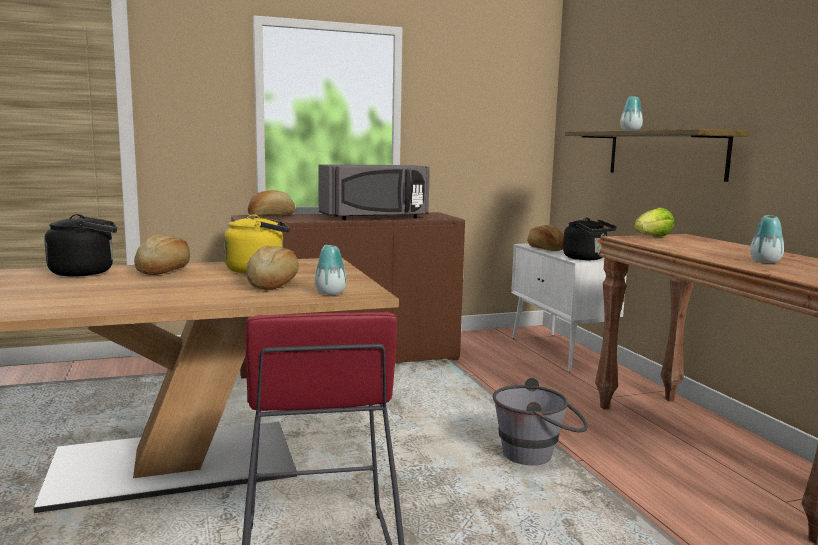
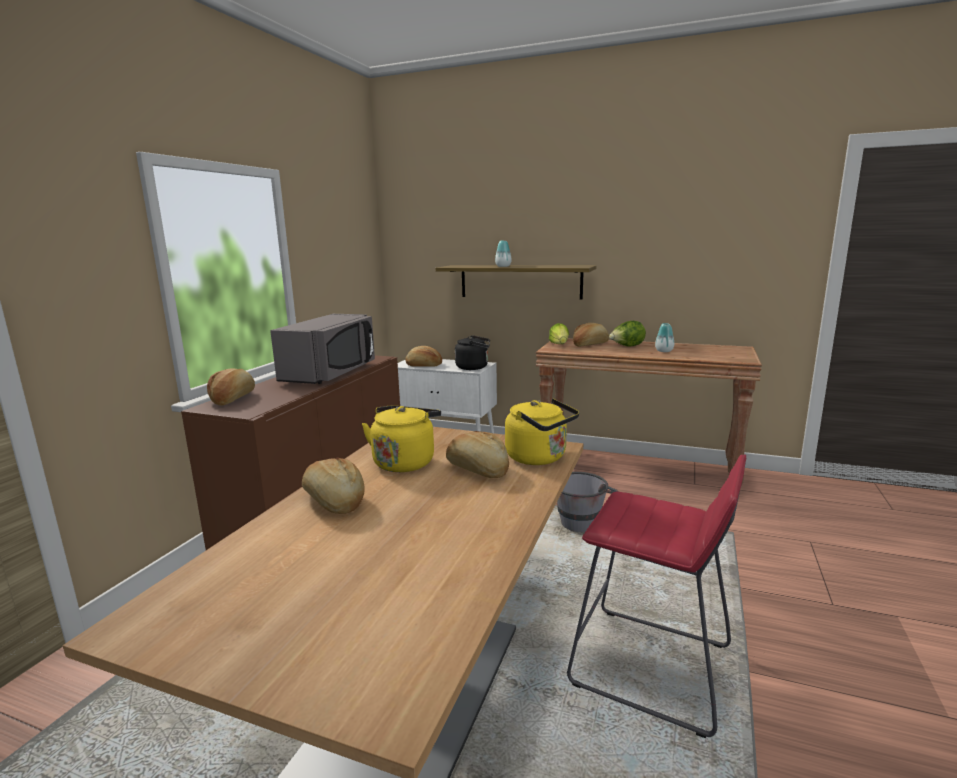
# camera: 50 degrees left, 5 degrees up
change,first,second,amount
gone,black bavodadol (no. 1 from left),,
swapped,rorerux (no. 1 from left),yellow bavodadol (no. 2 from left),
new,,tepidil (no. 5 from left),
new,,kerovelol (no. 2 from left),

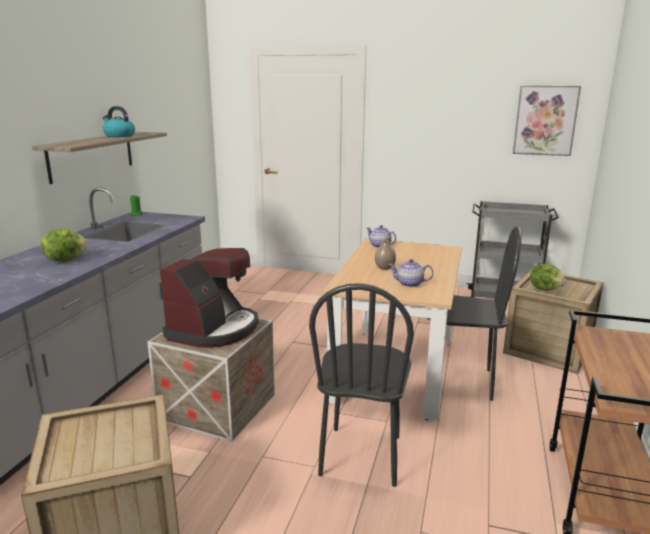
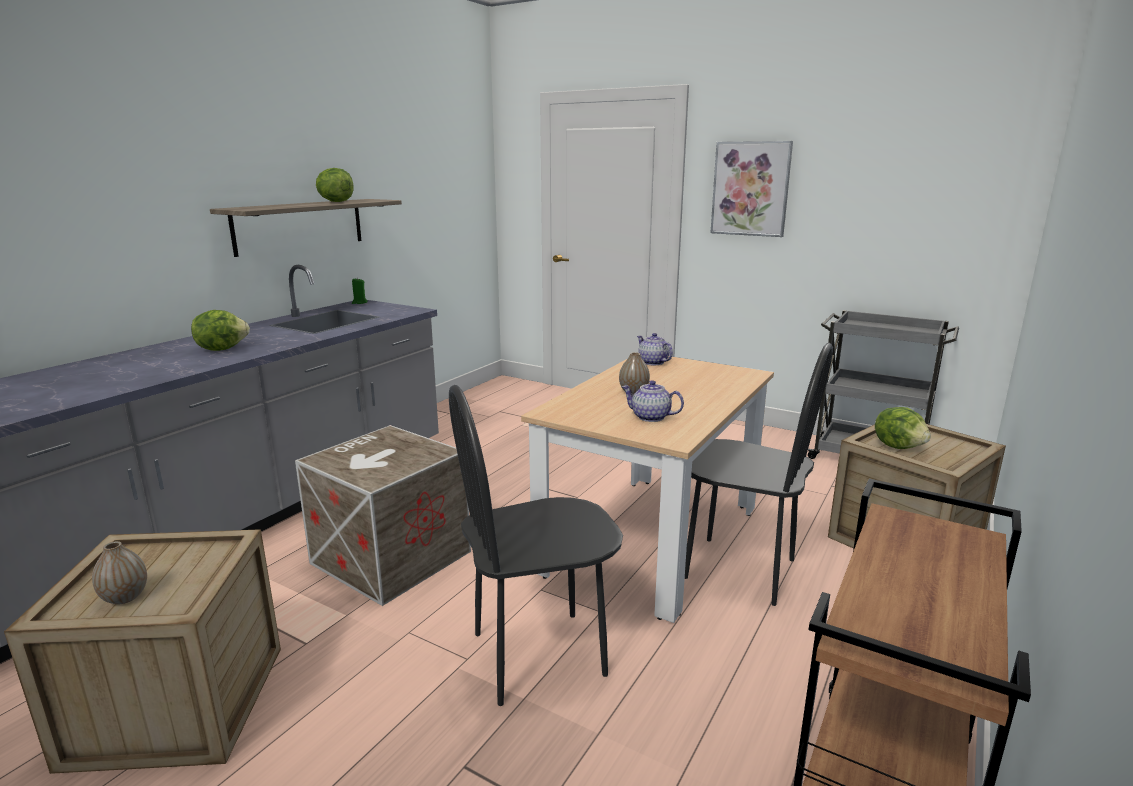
# camera: 15 degrees right, 0 degrees up
change,first,second,amount
swapped,bavodadol,kerovelol (no. 2 from left),
gone,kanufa,,
rotated,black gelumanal (no. 1 from left),,45 degrees clockwise
shifted,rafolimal,,
new,,rorerux (no. 1 from left),

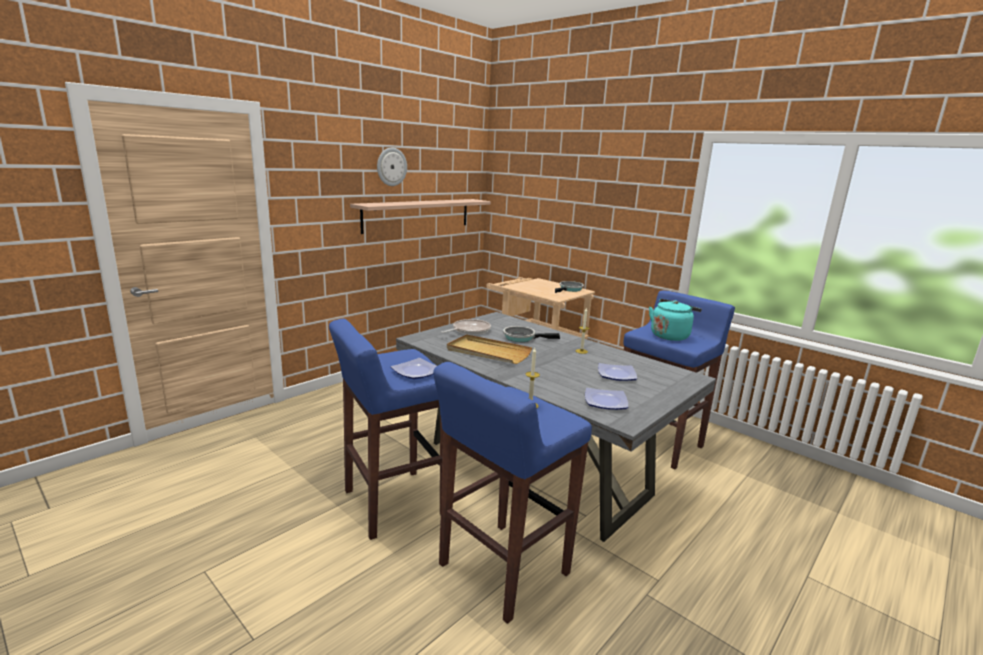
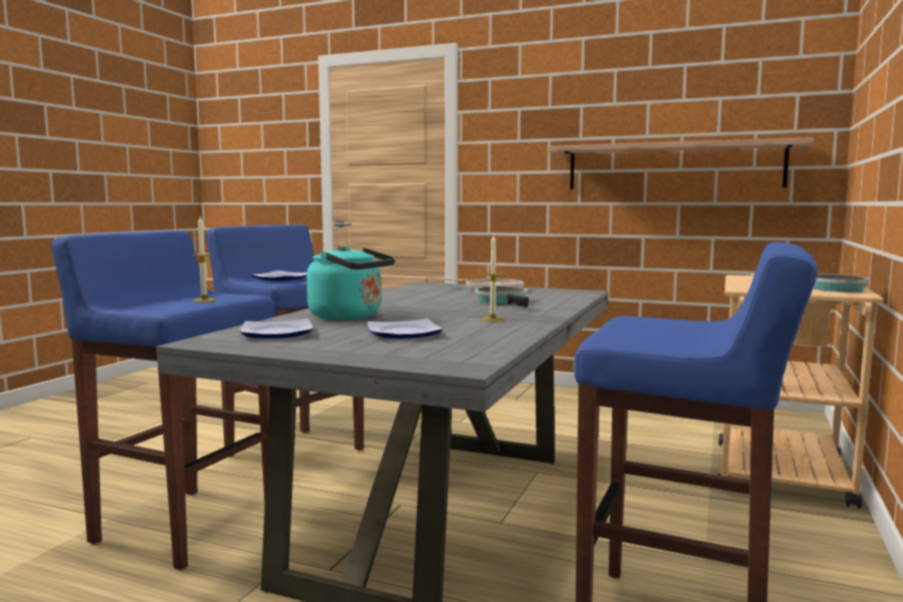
# camera: 70 degrees right, 10 degrees down
change,first,second,amount
gone,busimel,,
gone,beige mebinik,,
shifted,turquoise bavodadol,,

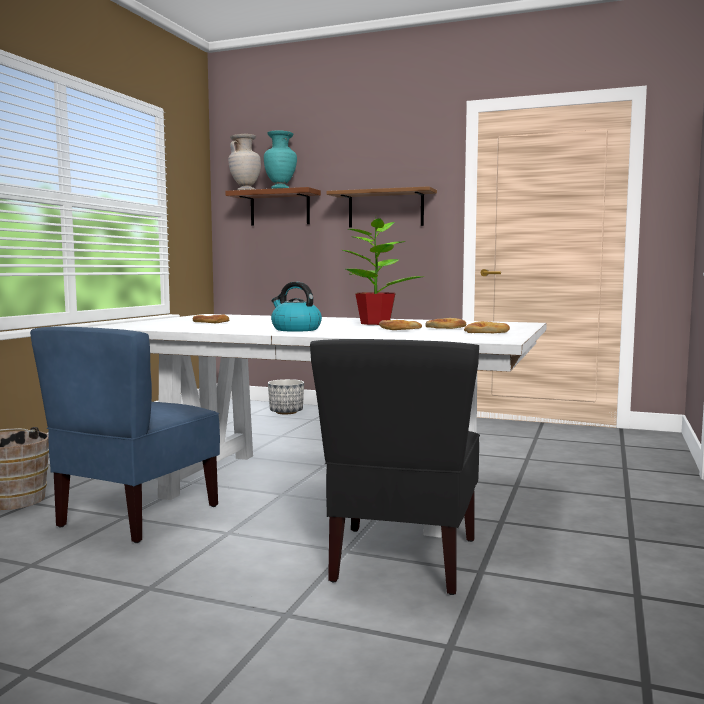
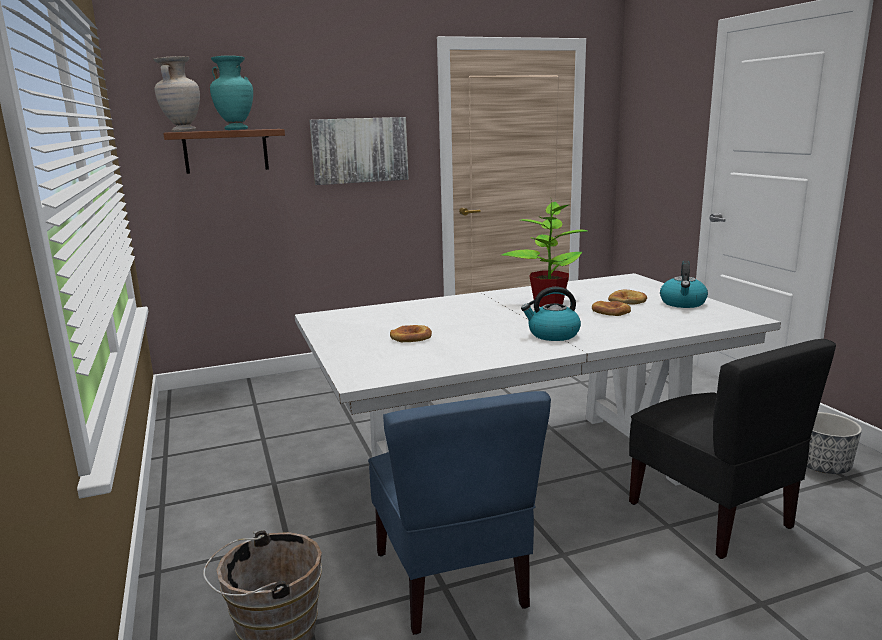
# camera: 40 degrees left, 10 degrees up
change,first,second,amount
shifted,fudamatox,,
swapped,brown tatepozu (no. 2 from left),rafolimal,
swapped,tepidil (no. 4 from left),bavodadol (no. 2 from left),

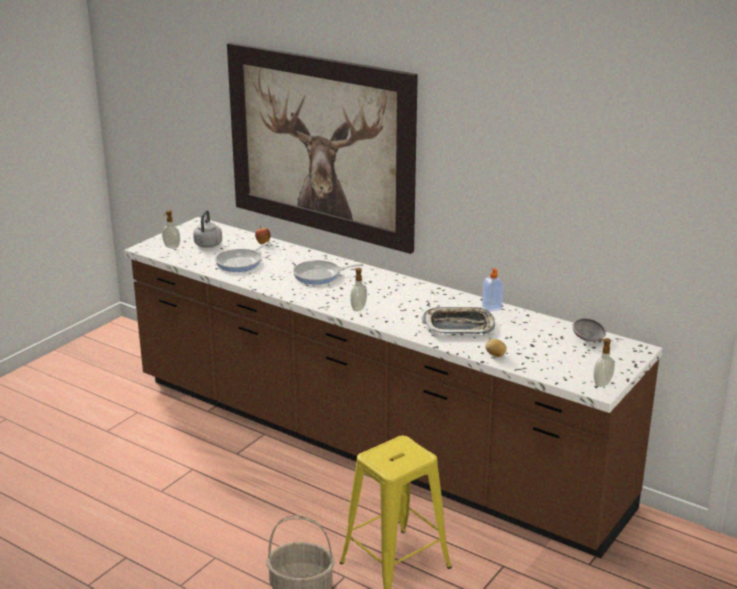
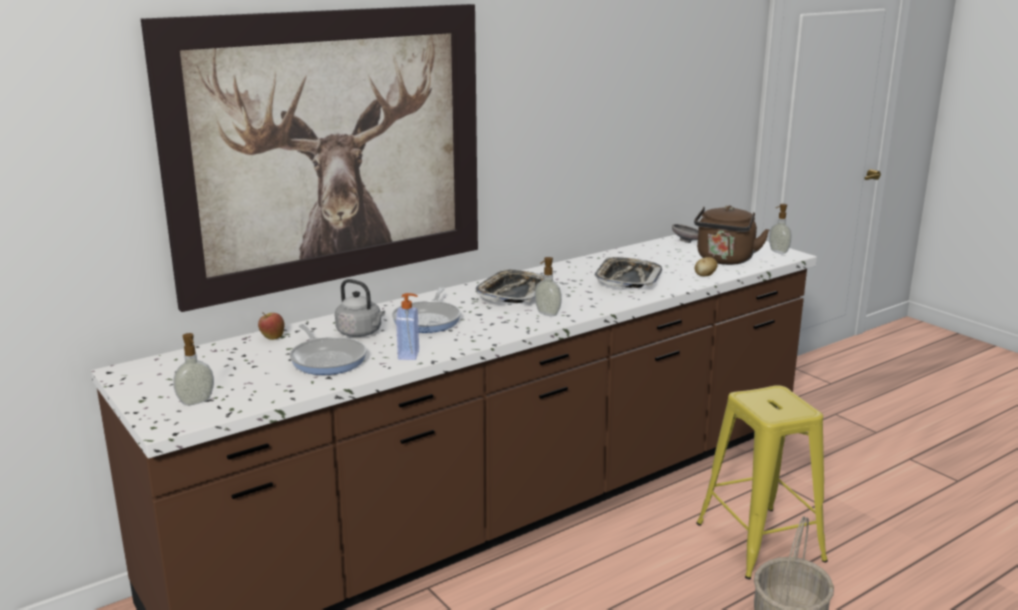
# camera: 70 degrees left, 5 degrees down
change,first,second,amount
shifted,grey bavodadol,,
shifted,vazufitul (no. 3 from left in the first image),vazufitul (no. 2 from left),
new,,mebinik (no. 1 from left),
new,,brown bavodadol,

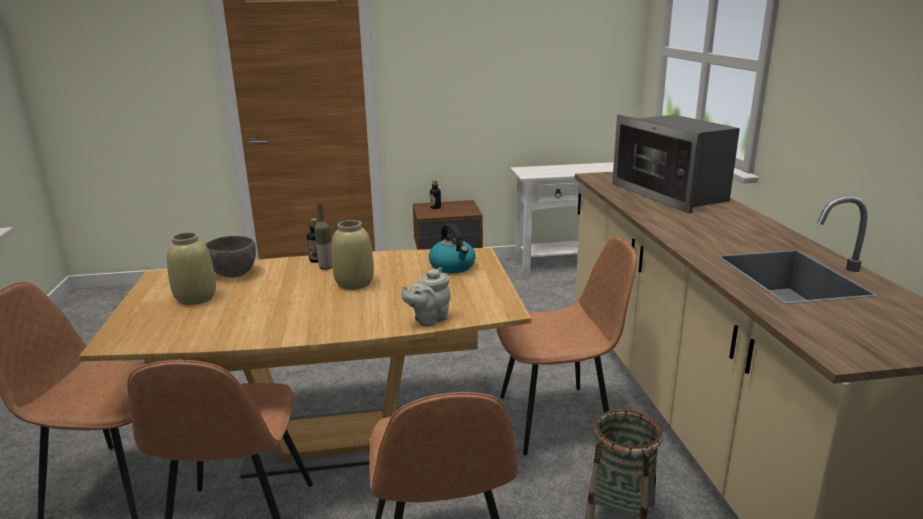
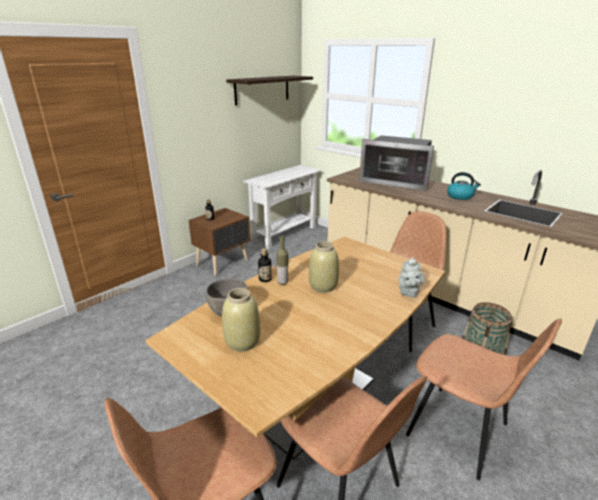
# camera: 40 degrees left, 5 degrees up
change,first,second,amount
shifted,bavodadol,,
new,,tatepozu,

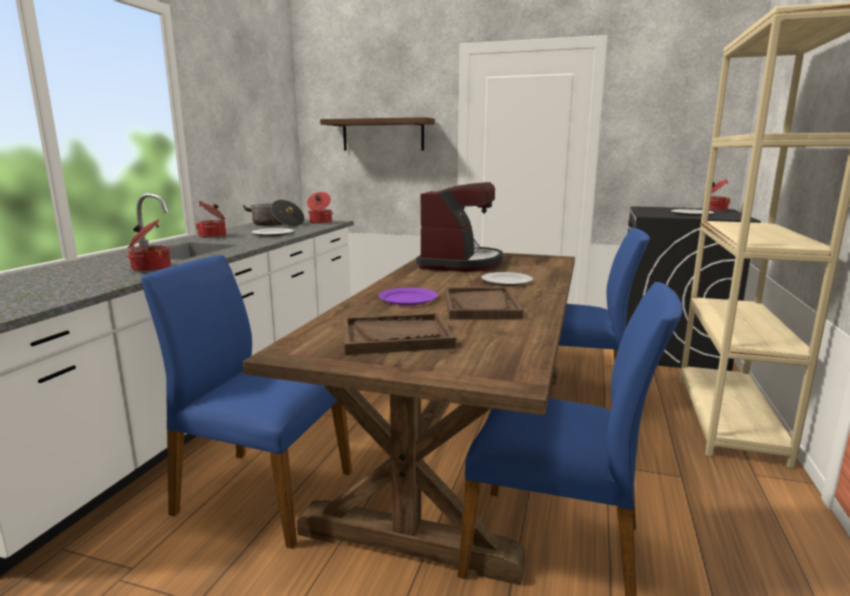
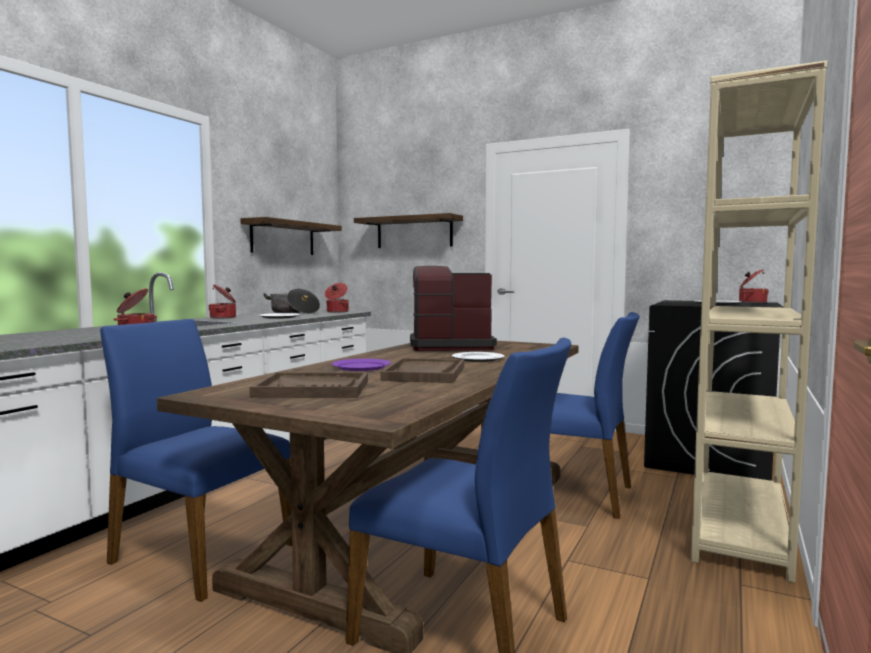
# camera: 10 degrees right, 10 degrees down
change,first,second,amount
rotated,kanufa,,120 degrees counterclockwise
new,,tatepozu (no. 1 from left),

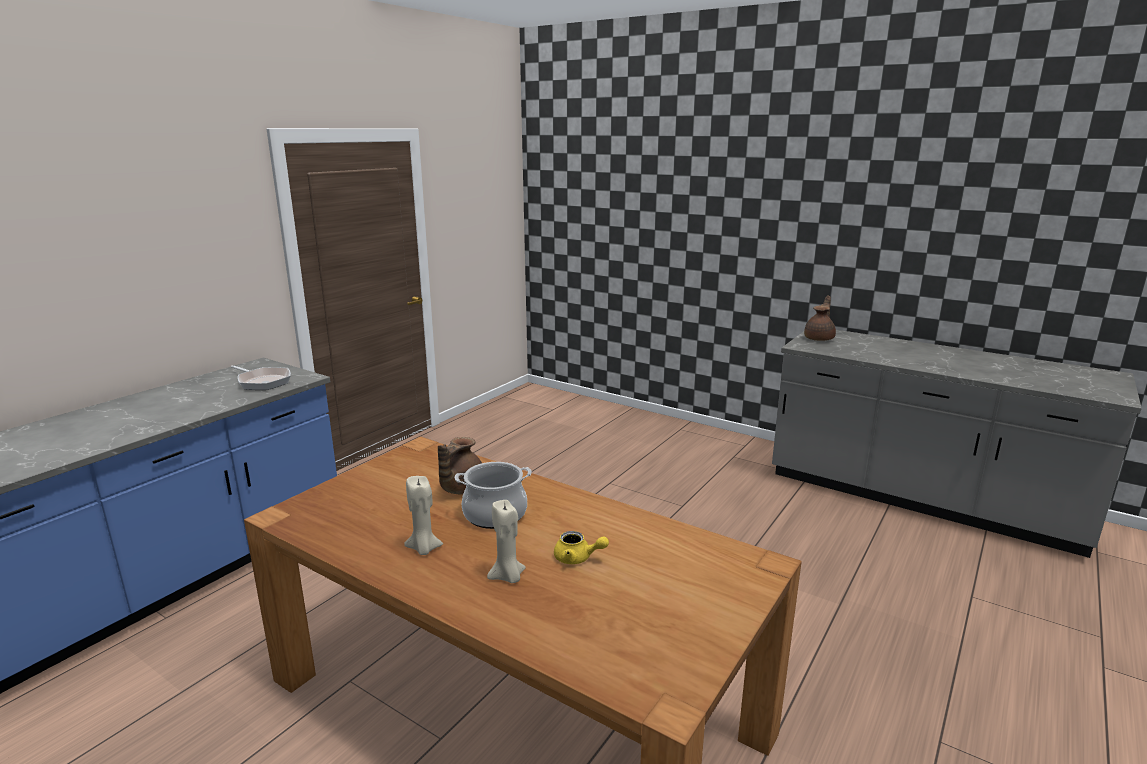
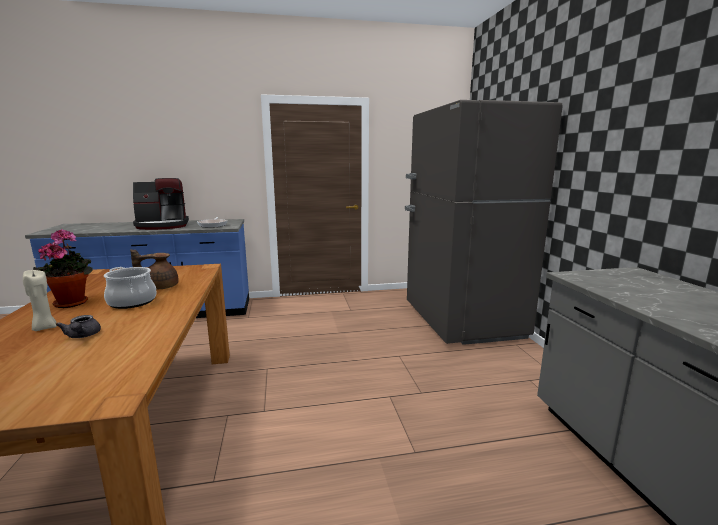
# camera: 45 degrees right, 5 degrees down
change,first,second,amount
swapped,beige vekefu (no. 1 from left),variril,
repainted,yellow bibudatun,grey bibudatun,
gone,brown bibudatun (no. 2 from left),,
new,,kanufa,
new,,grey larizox,

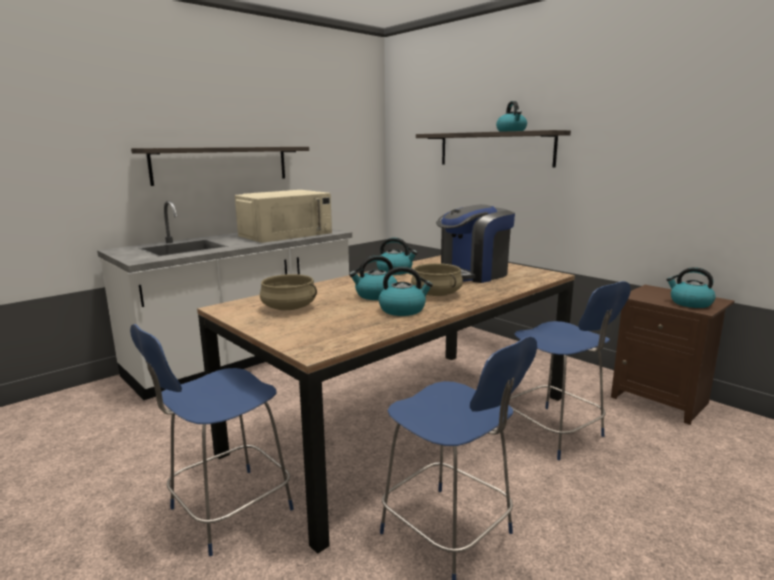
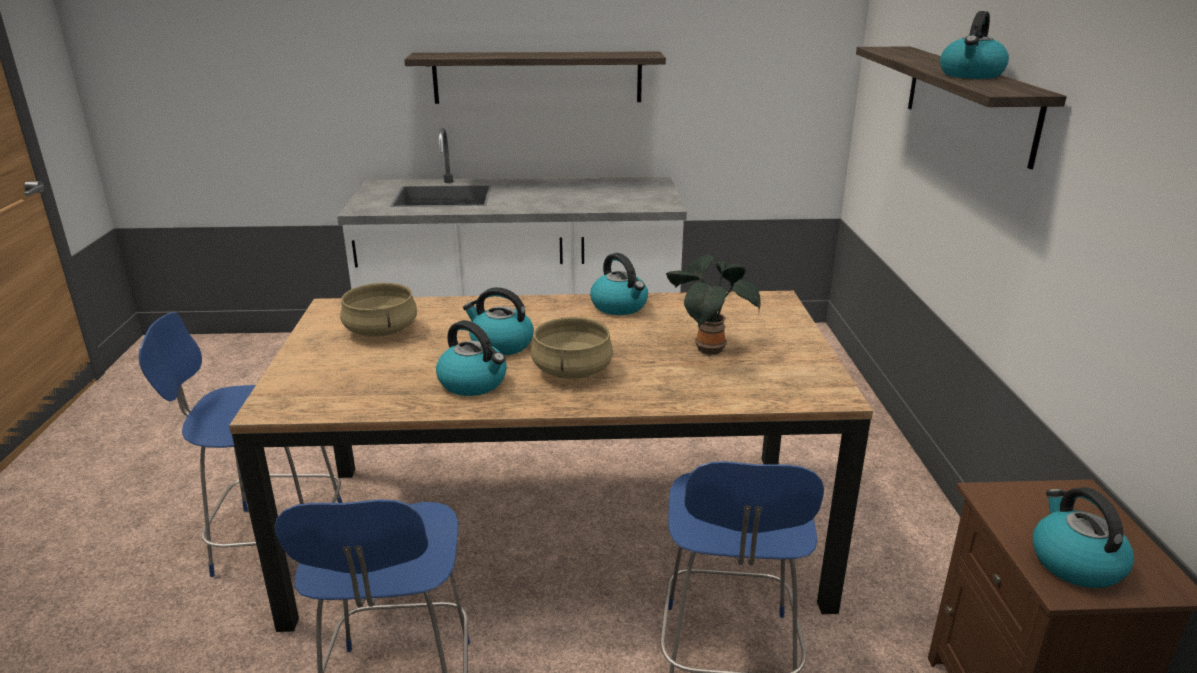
# camera: 40 degrees right, 10 degrees up
change,first,second,amount
gone,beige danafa,,
swapped,kanufa,variril,

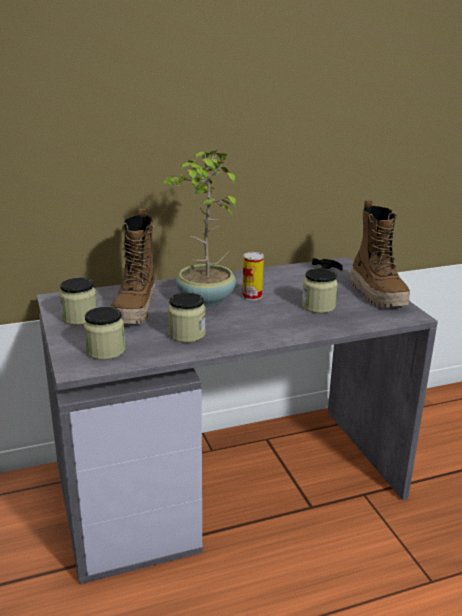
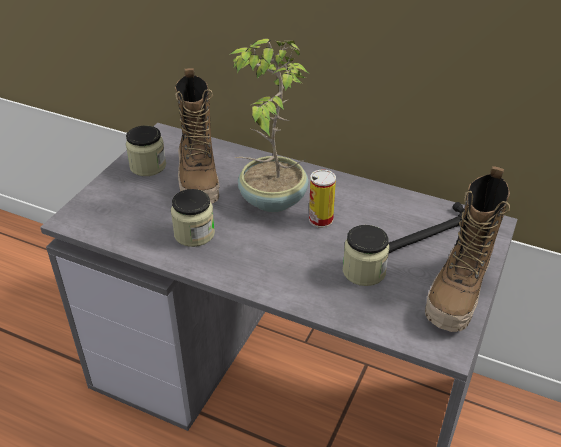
# camera: 45 degrees right, 15 degrees up
change,first,second,amount
gone,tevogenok (no. 2 from left),,
rotated,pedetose (no. 1 from left),,60 degrees counterclockwise

